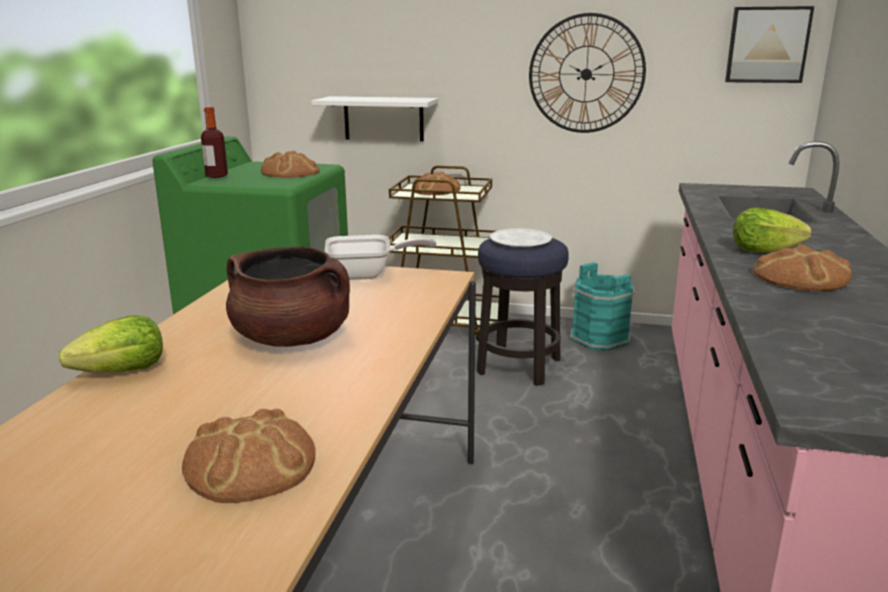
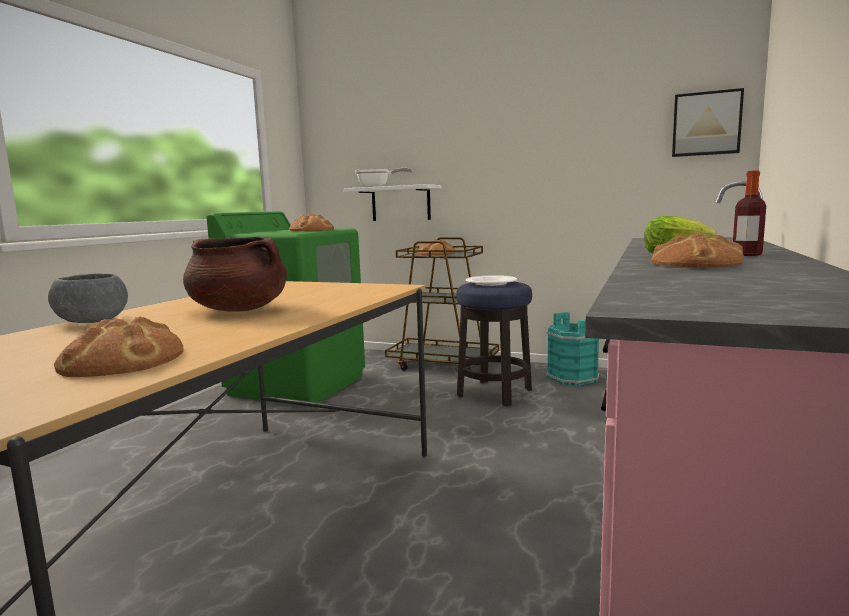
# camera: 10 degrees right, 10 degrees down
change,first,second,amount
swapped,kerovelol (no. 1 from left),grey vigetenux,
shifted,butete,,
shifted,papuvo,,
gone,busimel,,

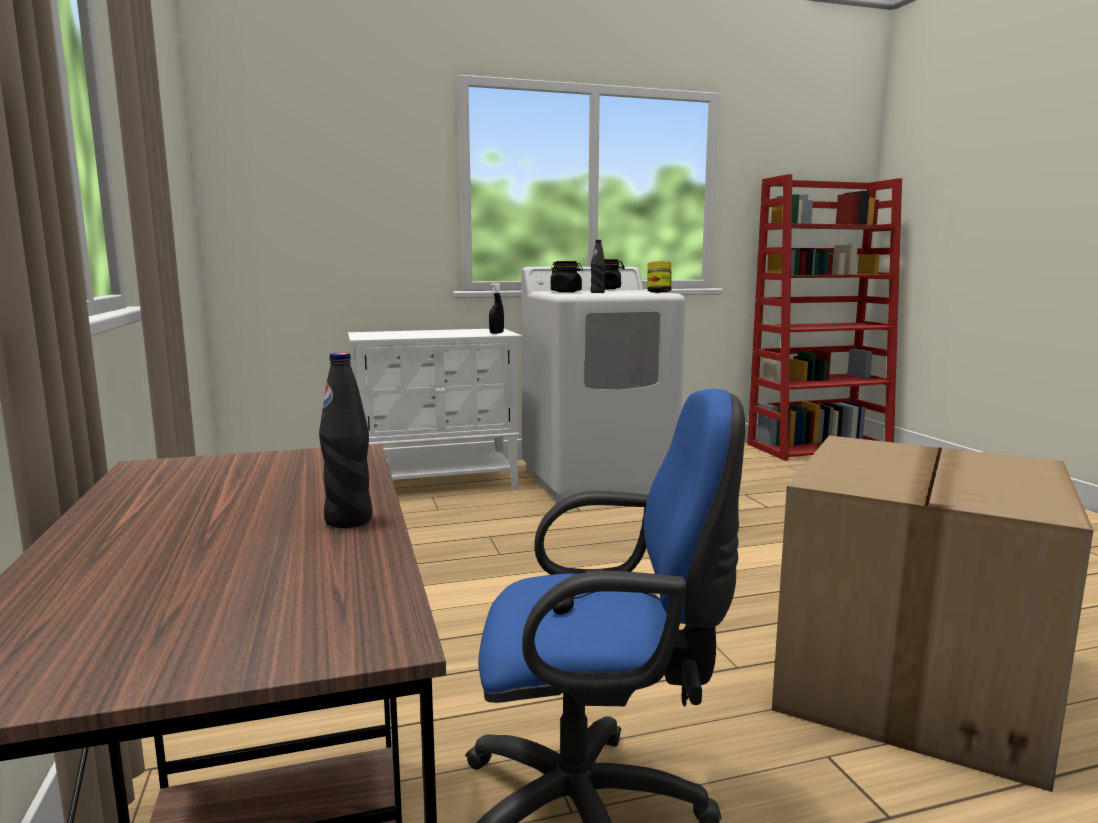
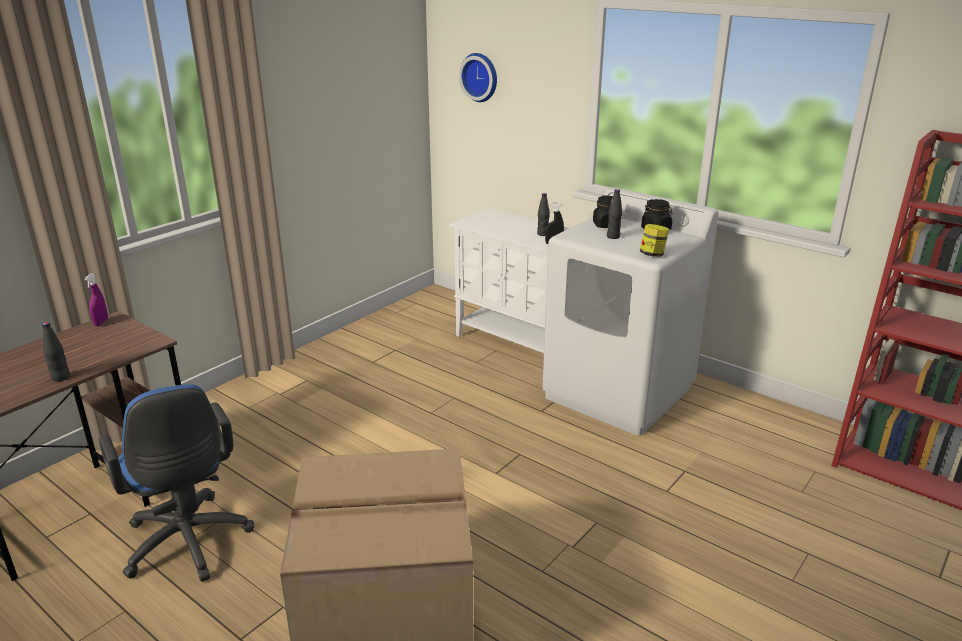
# camera: 55 degrees right, 15 degrees up
change,first,second,amount
new,,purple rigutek,
new,,busimel,
new,,black butete (no. 2 from left),

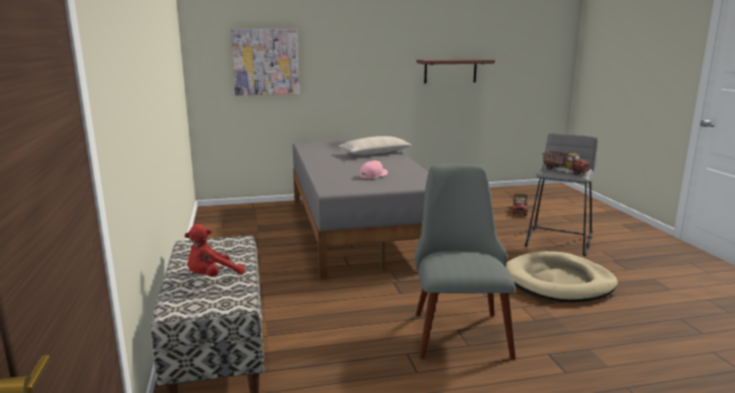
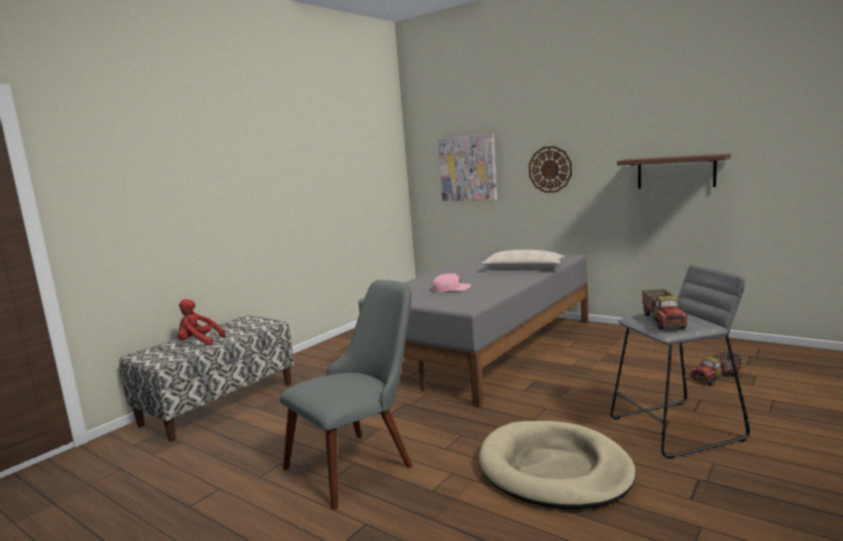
# camera: 50 degrees right, 5 degrees down
change,first,second,amount
new,,busimel,

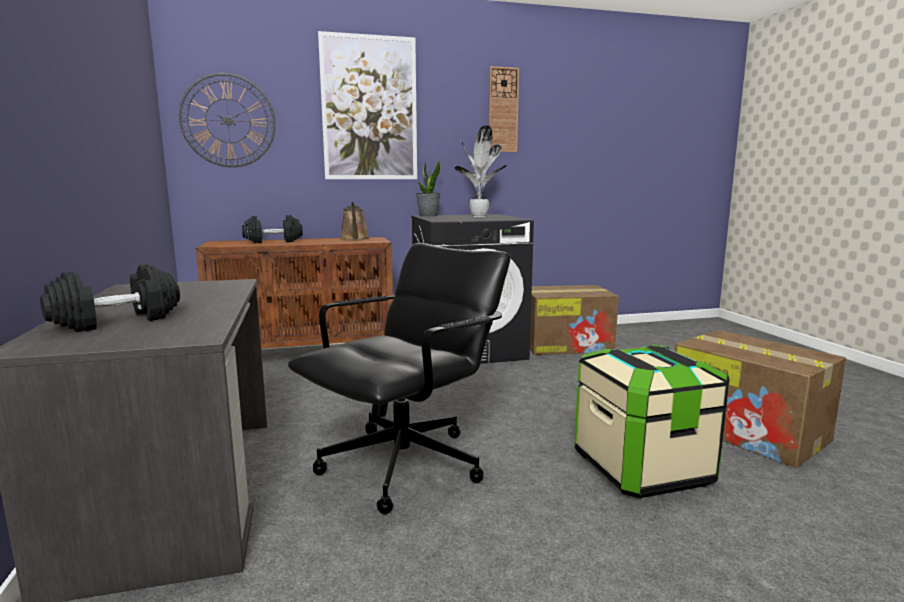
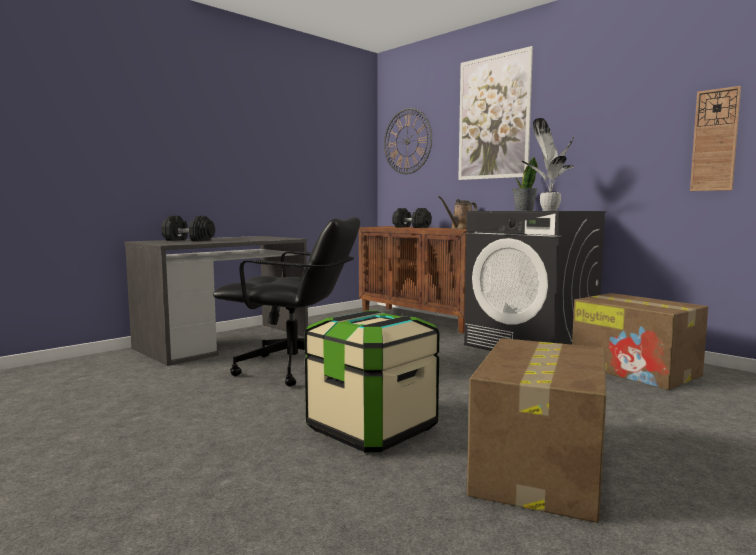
# camera: 60 degrees right, 5 degrees down
change,first,second,amount
shifted,busimel (no. 2 from left),,

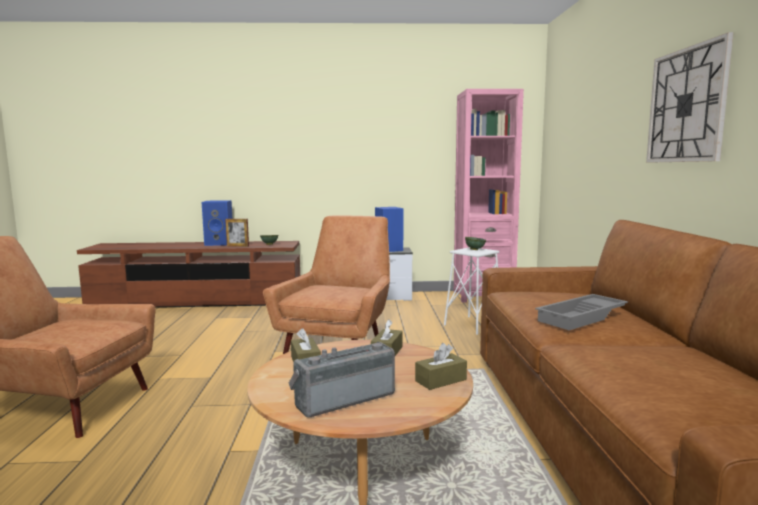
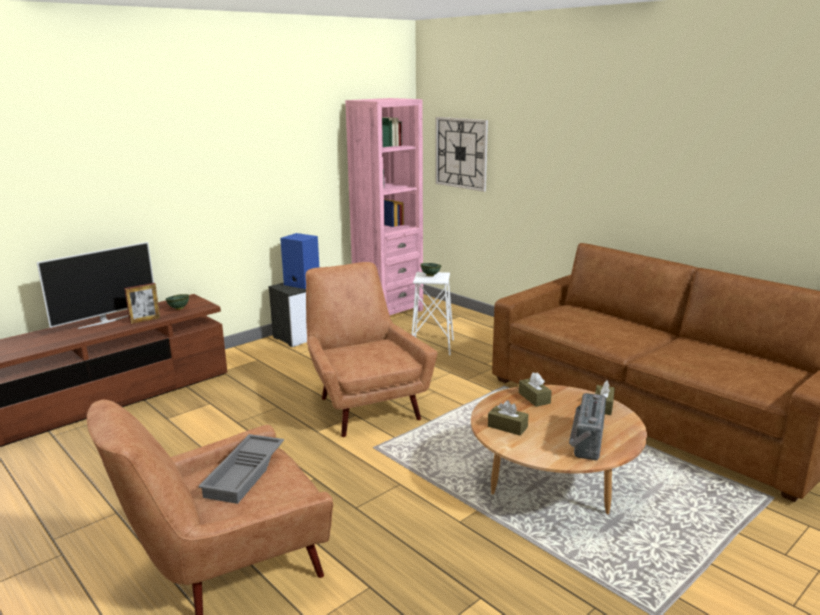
# camera: 40 degrees left, 10 degrees up
change,first,second,amount
swapped,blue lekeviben (no. 1 from left),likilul,
shifted,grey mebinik,,
shifted,busimel,,

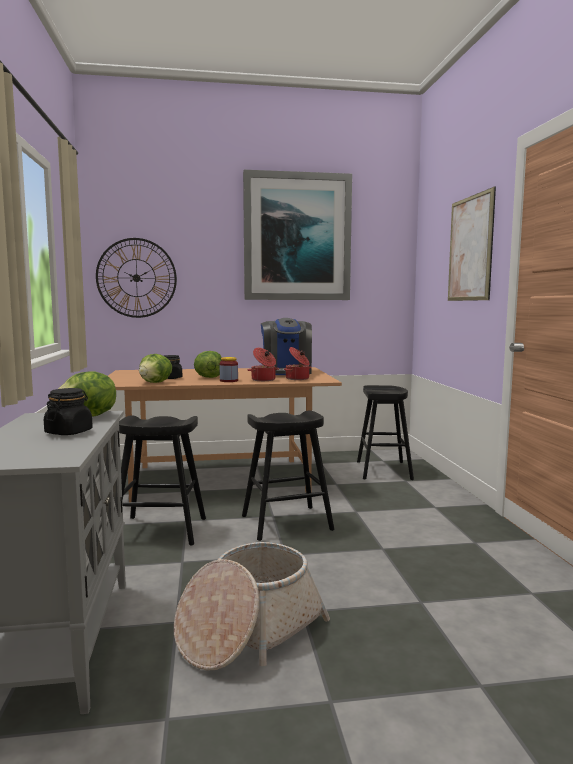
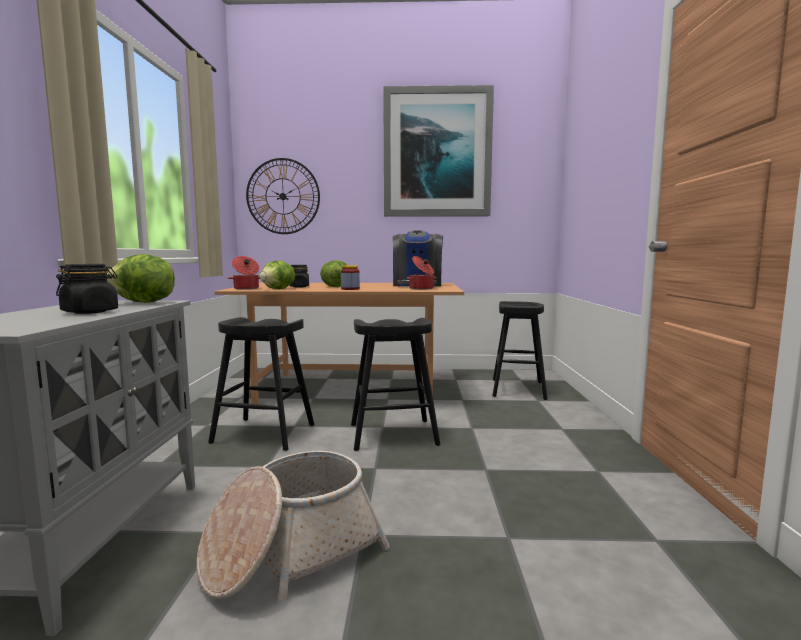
# camera: 10 degrees right, 0 degrees up
change,first,second,amount
shifted,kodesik (no. 1 from left),,
gone,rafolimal (no. 2 from left),,

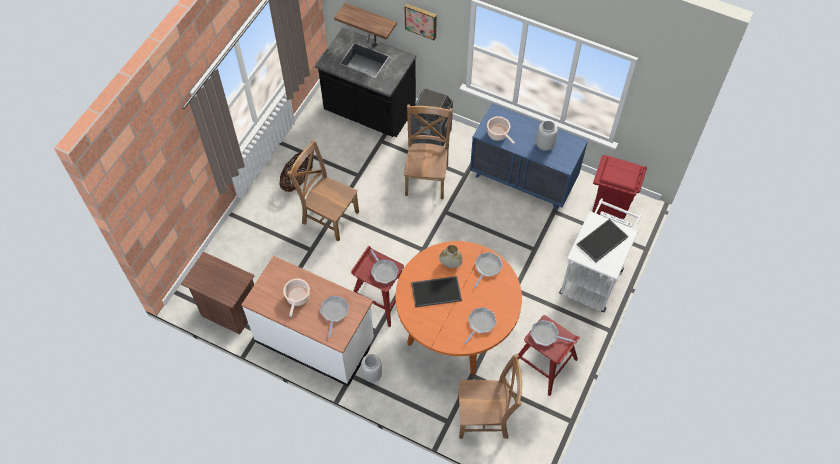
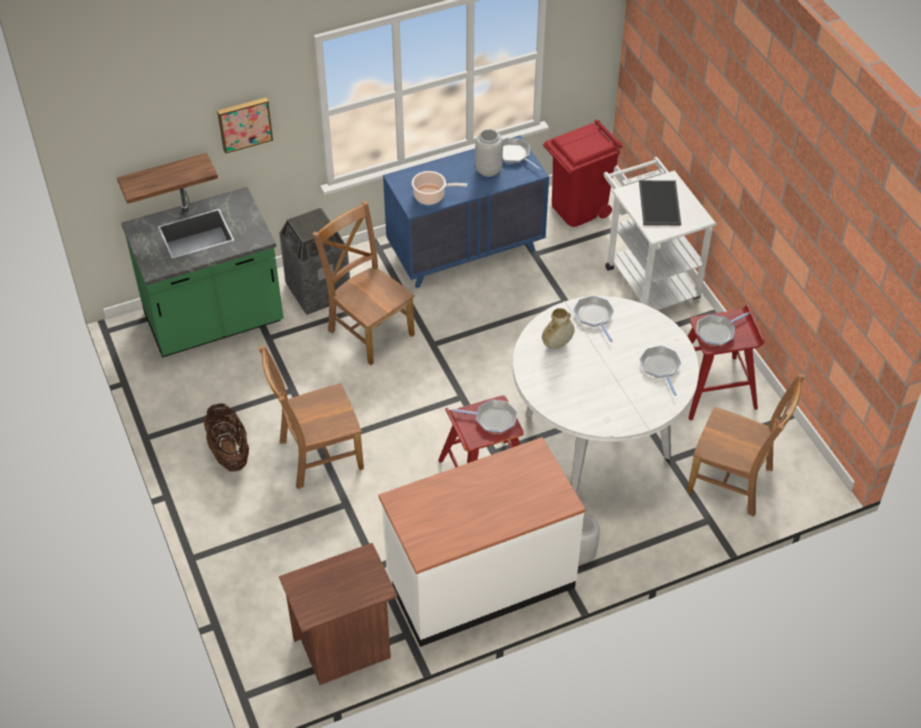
# camera: 50 degrees left, 10 degrees down
change,first,second,amount
gone,kodesik (no. 1 from left),,
repainted,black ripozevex,green ripozevex,
shifted,papuvo (no. 1 from left in the first image),papuvo (no. 2 from left),
repainted,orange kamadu,white kamadu,
gone,mebinik (no. 1 from left),,
rotated,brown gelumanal (no. 3 from left),,75 degrees clockwise

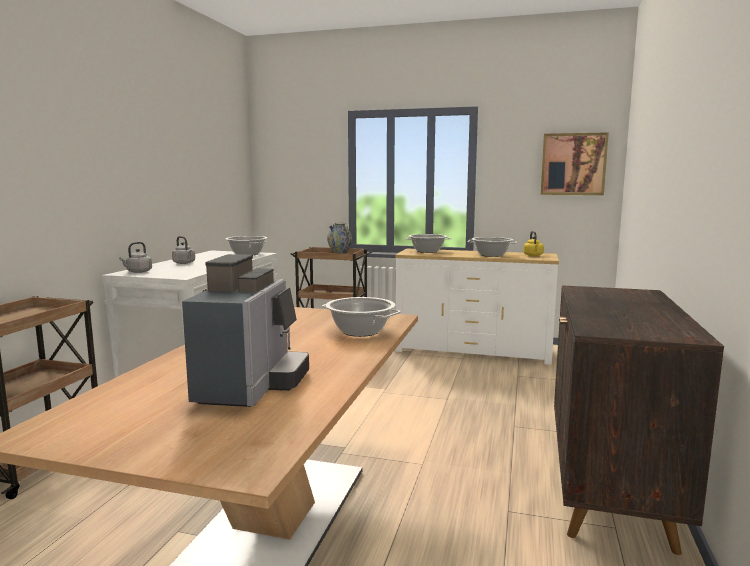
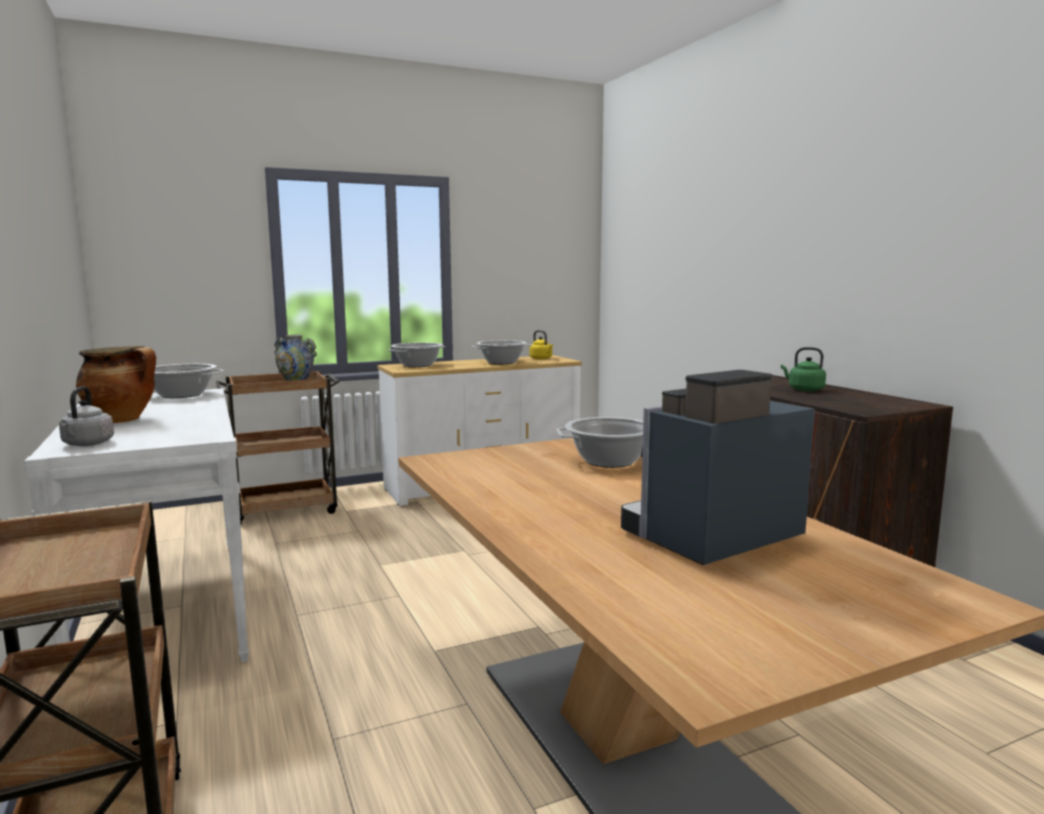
# camera: 40 degrees left, 0 degrees up
change,first,second,amount
swapped,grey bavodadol (no. 2 from left),kodesik (no. 1 from left),
rotated,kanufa,,90 degrees counterclockwise
gone,rafolimal,,
new,,green bavodadol,

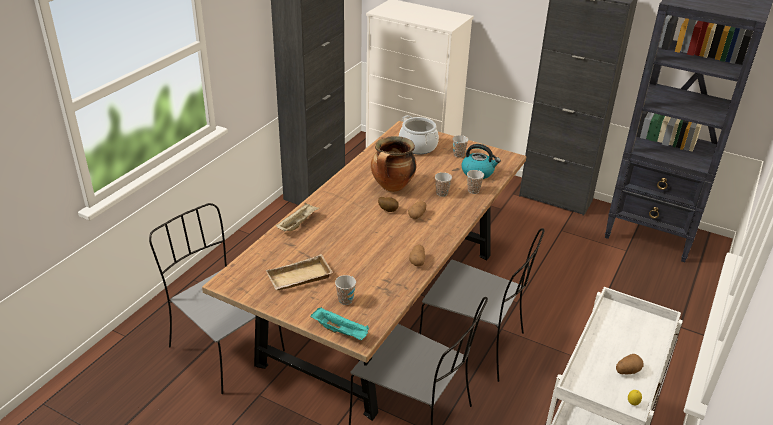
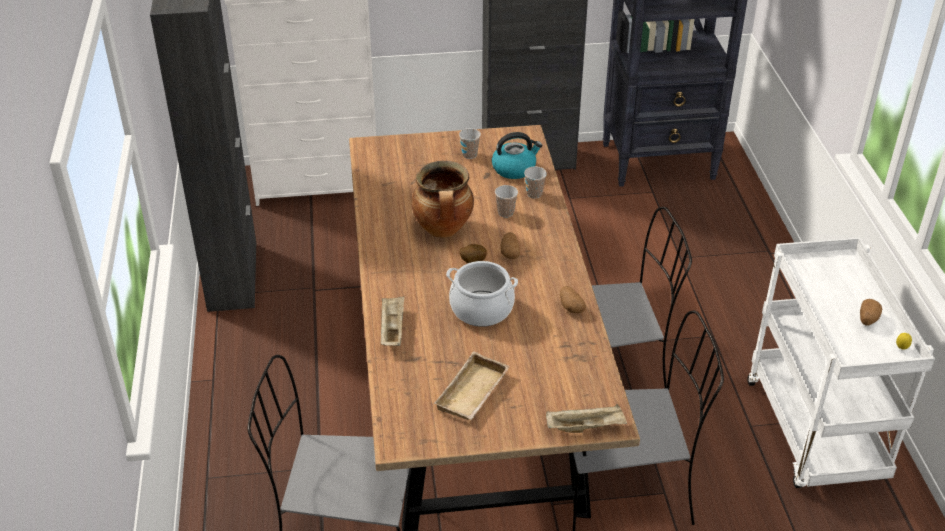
# camera: 35 degrees left, 5 degrees up
change,first,second,amount
repainted,turquoise mebinik,beige mebinik (no. 3 from left),
gone,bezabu (no. 1 from left),,
shifted,kodesik (no. 2 from left),,

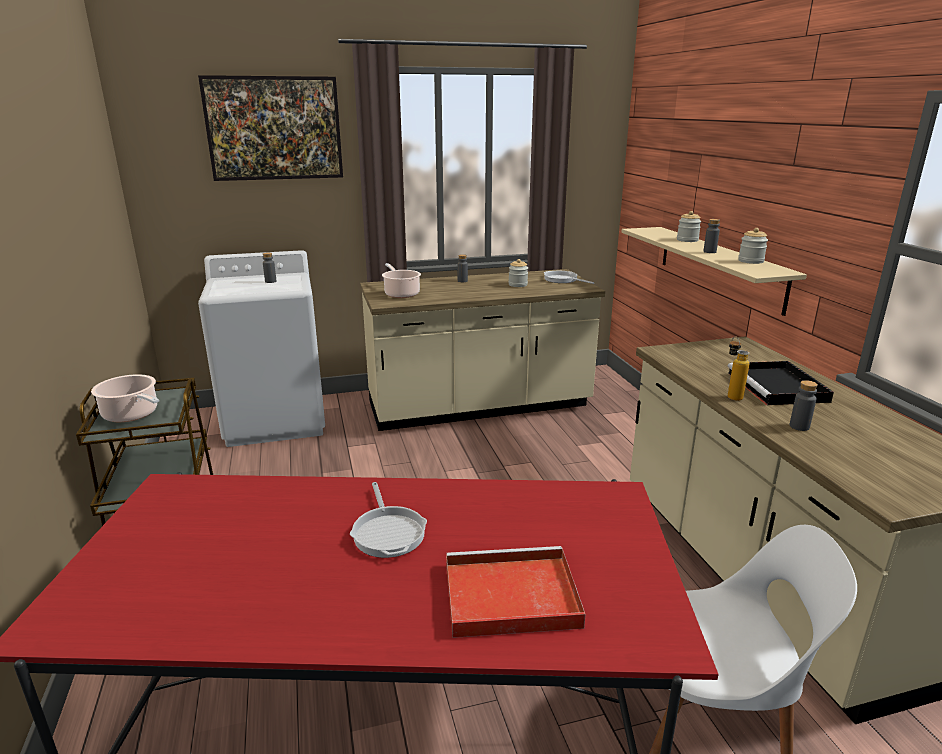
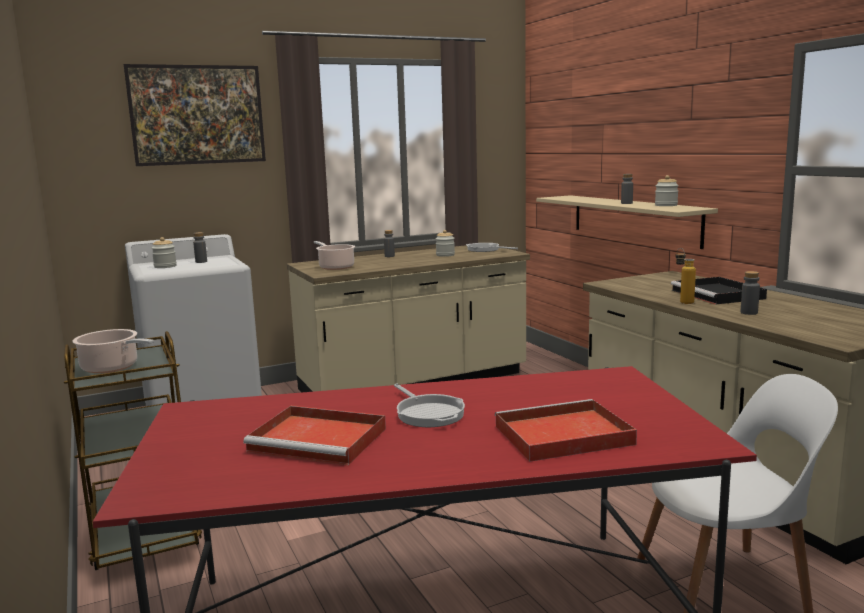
# camera: 10 degrees left, 10 degrees down
change,first,second,amount
shifted,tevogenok (no. 2 from left in the first image),tevogenok (no. 1 from left),
new,,red mebinik (no. 1 from left),

